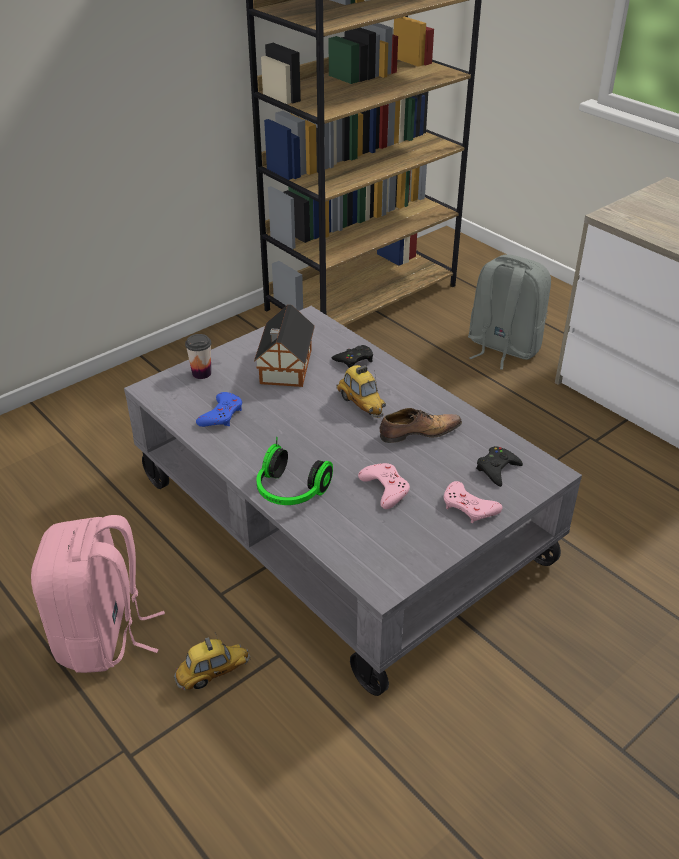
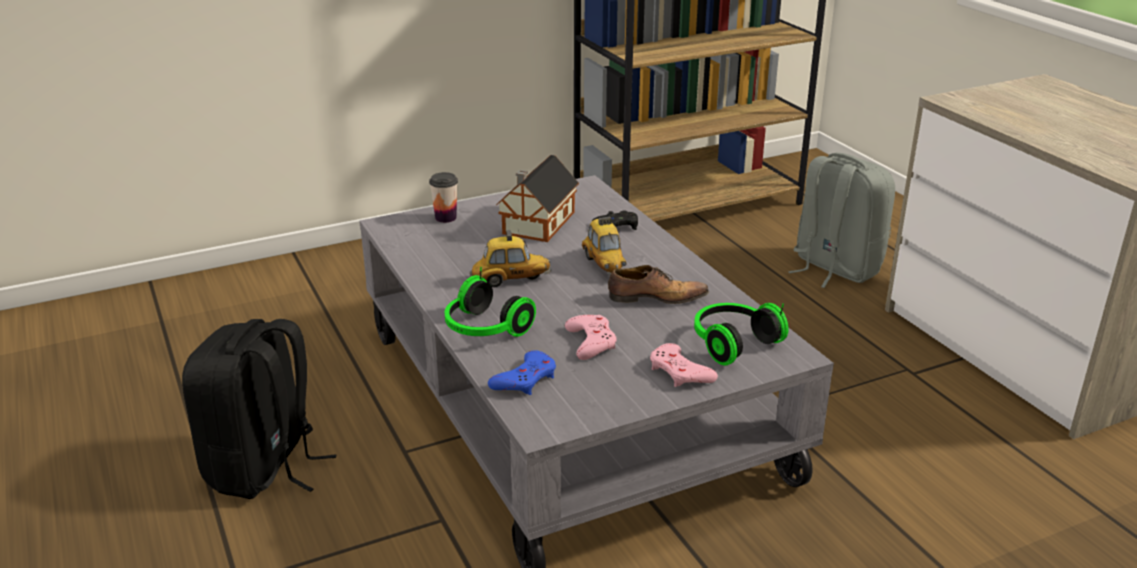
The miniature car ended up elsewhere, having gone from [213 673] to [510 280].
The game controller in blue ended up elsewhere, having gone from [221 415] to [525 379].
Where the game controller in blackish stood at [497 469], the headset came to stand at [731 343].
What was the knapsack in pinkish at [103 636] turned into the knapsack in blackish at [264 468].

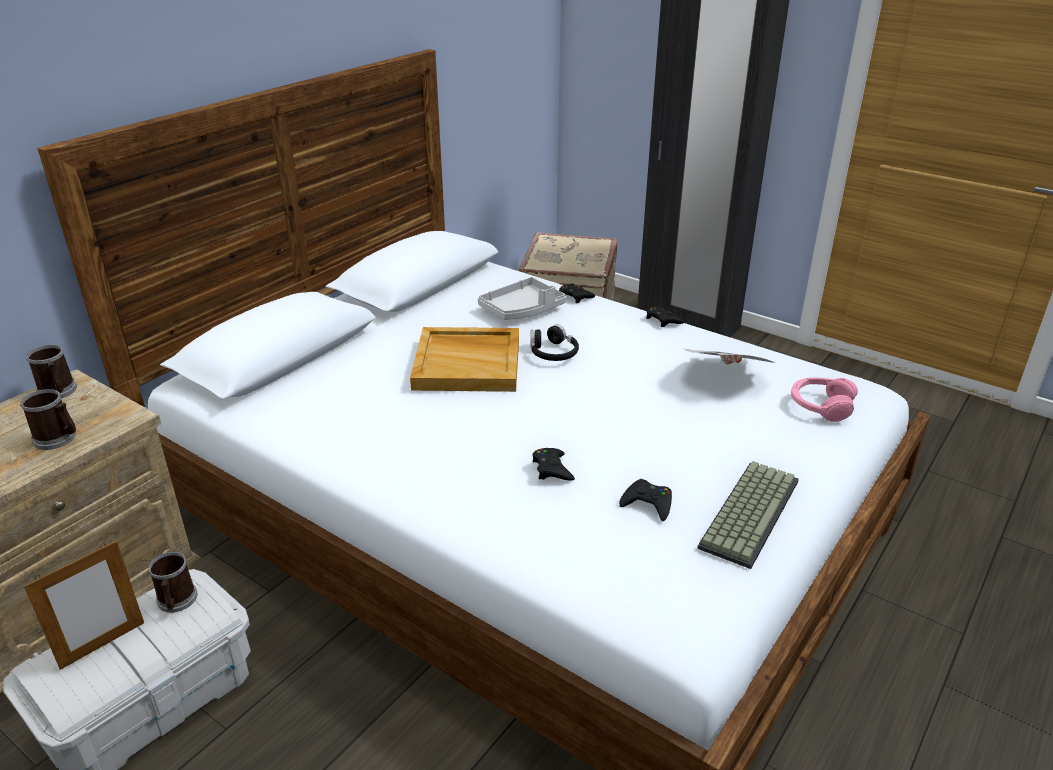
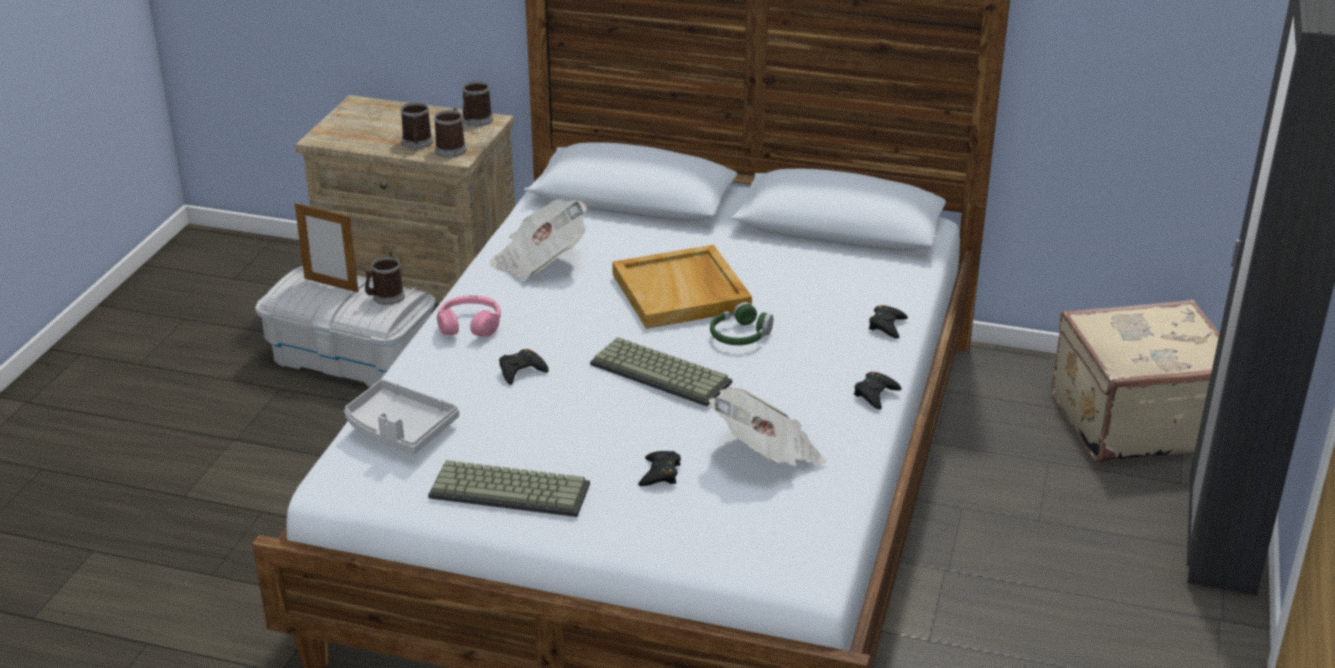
The second view gained the coffee mug at [452 148].
The second view gained the printed paper at [539 261].
The second view gained the PC keyboard at [663 373].
The serving tray in gray ended up elsewhere, having gone from [522 310] to [399 429].
The game controller in blackish ended up elsewhere, having gone from [648 504] to [660 473].
The headset in pinkish ended up elsewhere, having gone from [820 406] to [470 325].
What was the headset in blackish at [553 353] turned into the headset in green at [740 335].

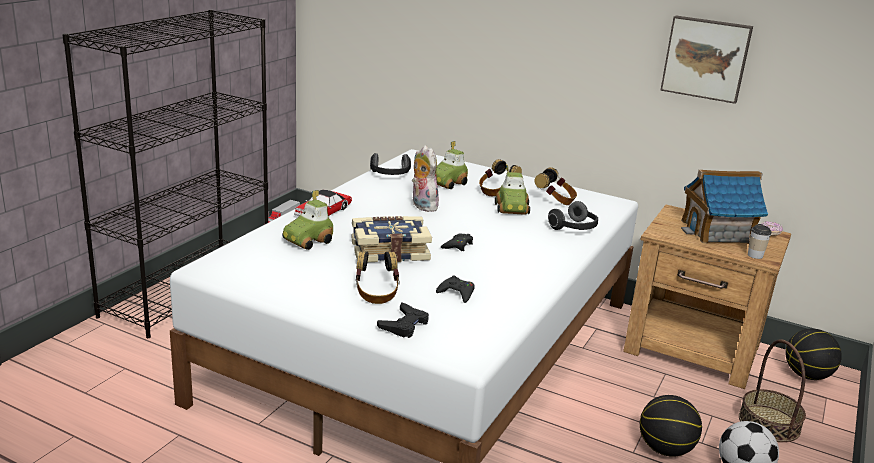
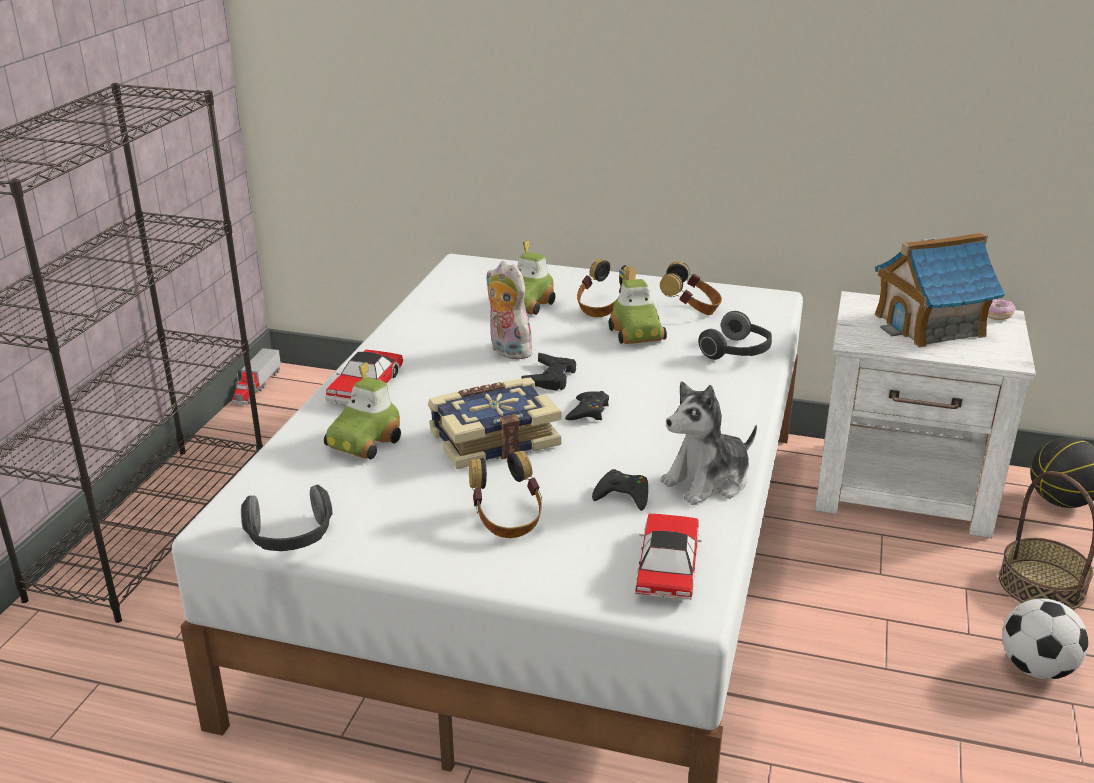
The second view lost the basketball ball at [665 449].
The second view lost the wall art at [706 58].
The second view lost the drinking cup at [755 255].
The second view gained the miniature car at [667 566].
The second view gained the cuddly toy at [707 481].
The headset ended up elsewhere, having gone from [390 175] to [290 539].
The game controller in blackish ended up elsewhere, having gone from [404 325] to [550 377].
What was the bedside table in brown at [693 349] turned into the bedside table in whitish at [905 489].

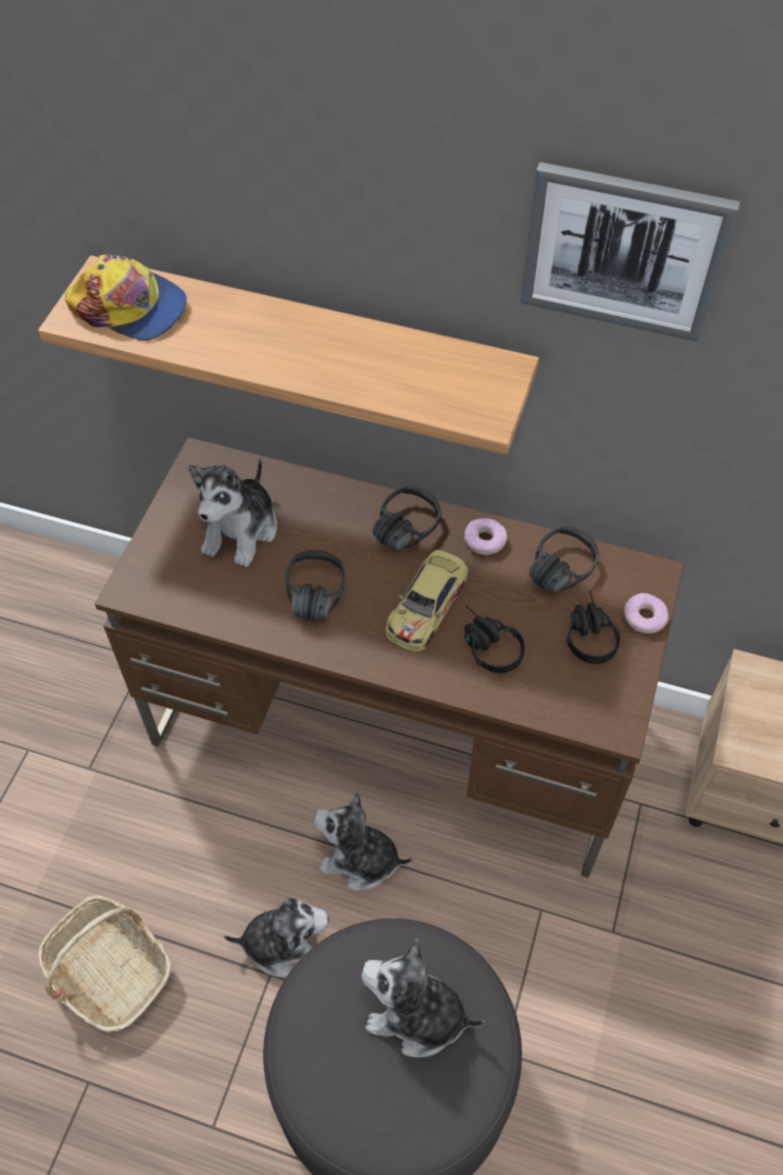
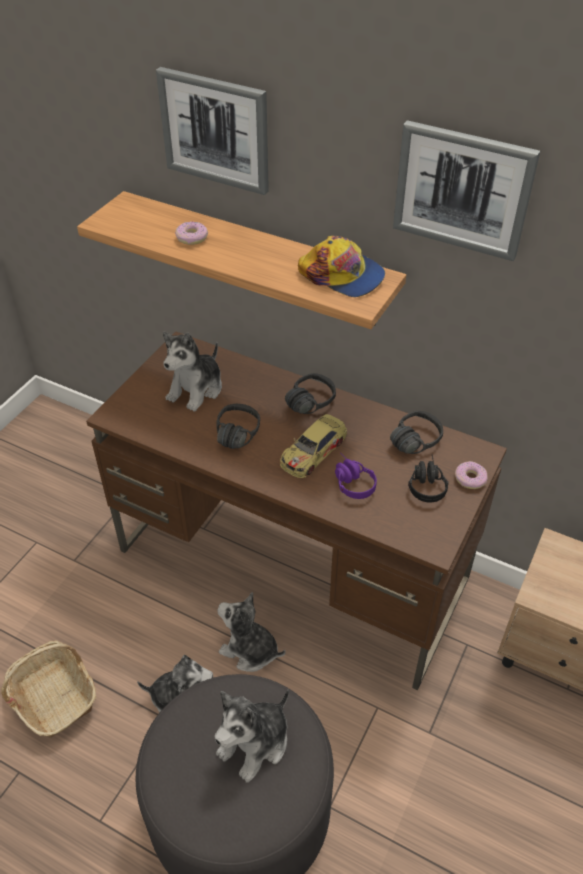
The second view gained the wall art at [215 130].
The peaked cap ended up elsewhere, having gone from [130 307] to [342 275].
The donut ended up elsewhere, having gone from [485 541] to [191 238].
What was the headset in blackish at [486 645] turned into the headset in purple-coloured at [350 481].
The cuddly toy at [416 1015] ended up facing another way, 75 degrees counterclockwise from before.

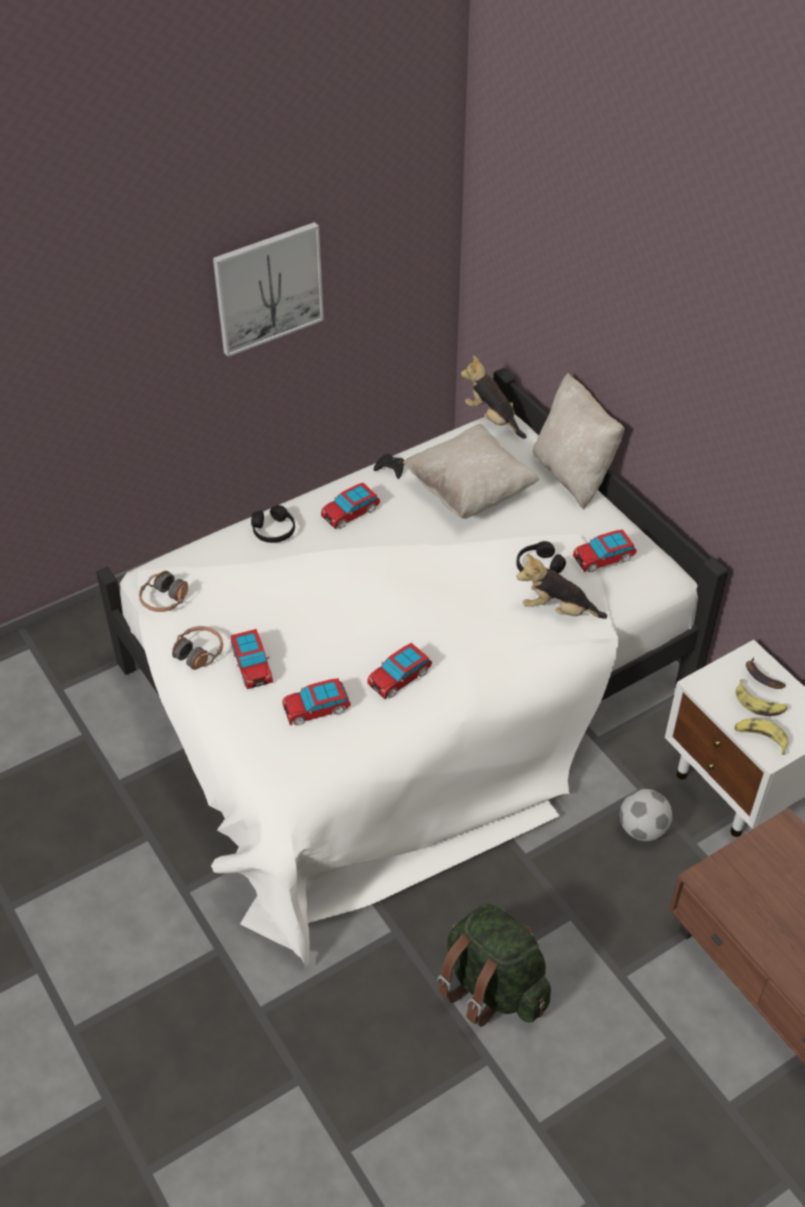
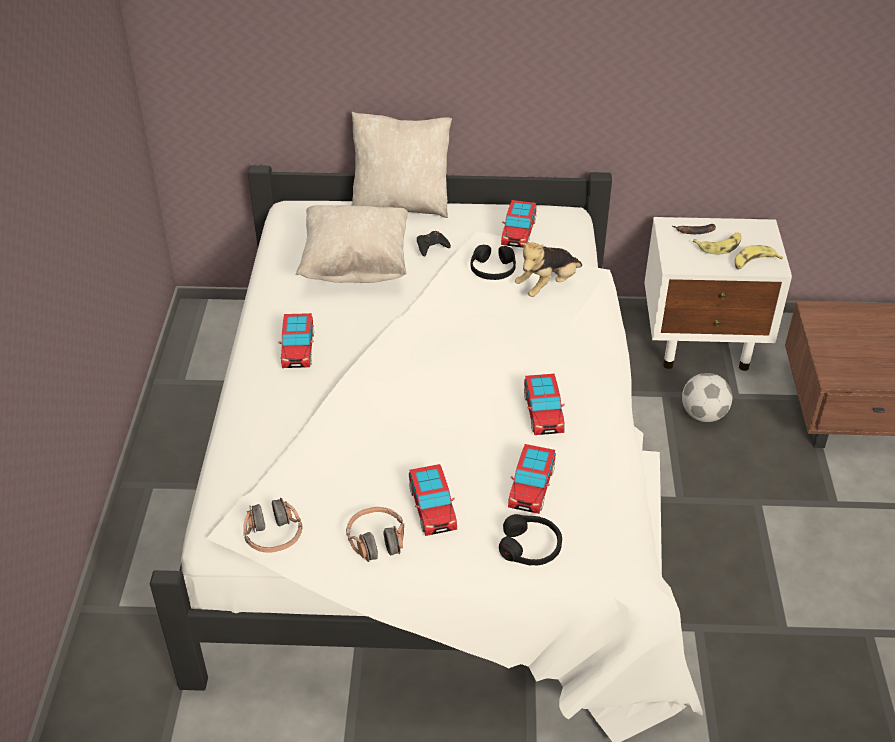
The second view lost the wall art at [268 288].
The second view lost the knapsack in green at [493 986].
The second view lost the cuddly toy at [492 419].
The headset in blackish ended up elsewhere, having gone from [274 531] to [530 547].
The game controller in blackish ended up elsewhere, having gone from [390 468] to [431 246].
The miniature car at [252 665] ended up facing another way, 60 degrees clockwise from before.

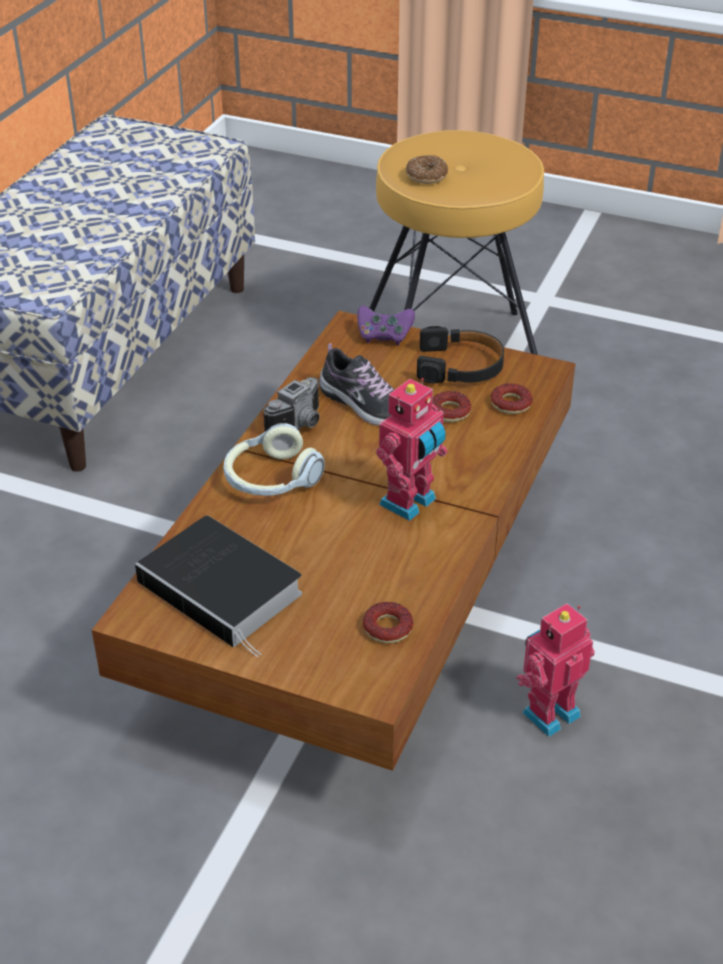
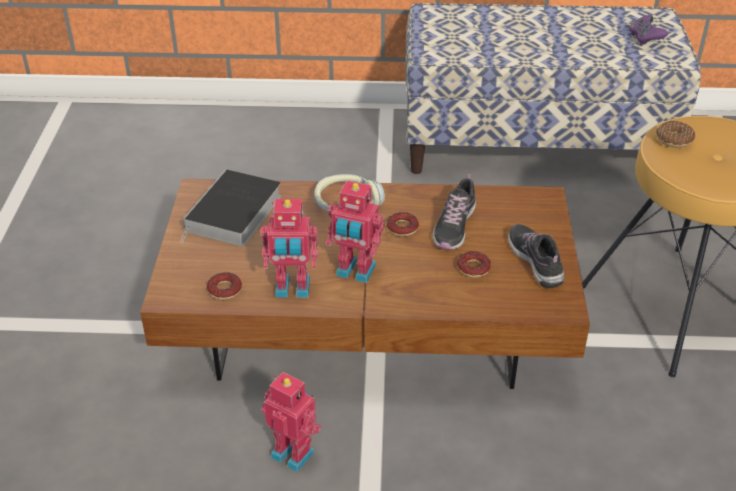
The second view lost the still camera at [300 425].
The second view gained the toy robot at [292 289].
The game controller in purple-coloured ended up elsewhere, having gone from [384 336] to [645 39].
The donut ended up elsewhere, having gone from [511 403] to [402 228].
Where the headset in blackish stood at [460 366], the item of footwear came to stand at [535 261].

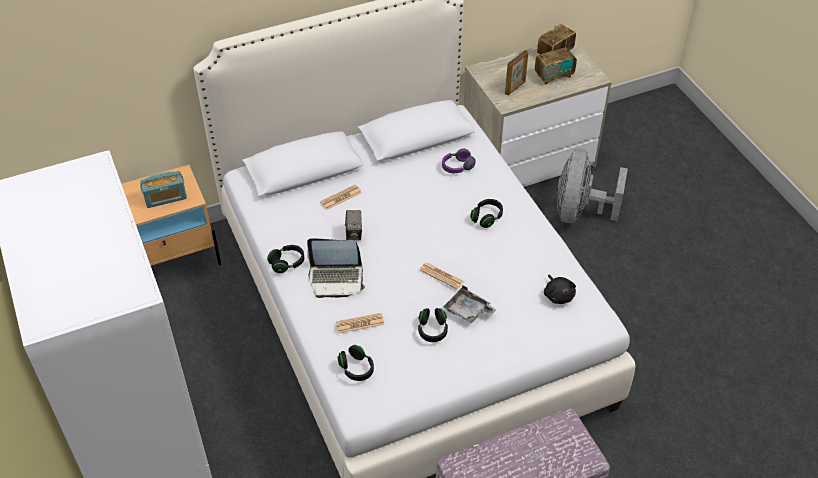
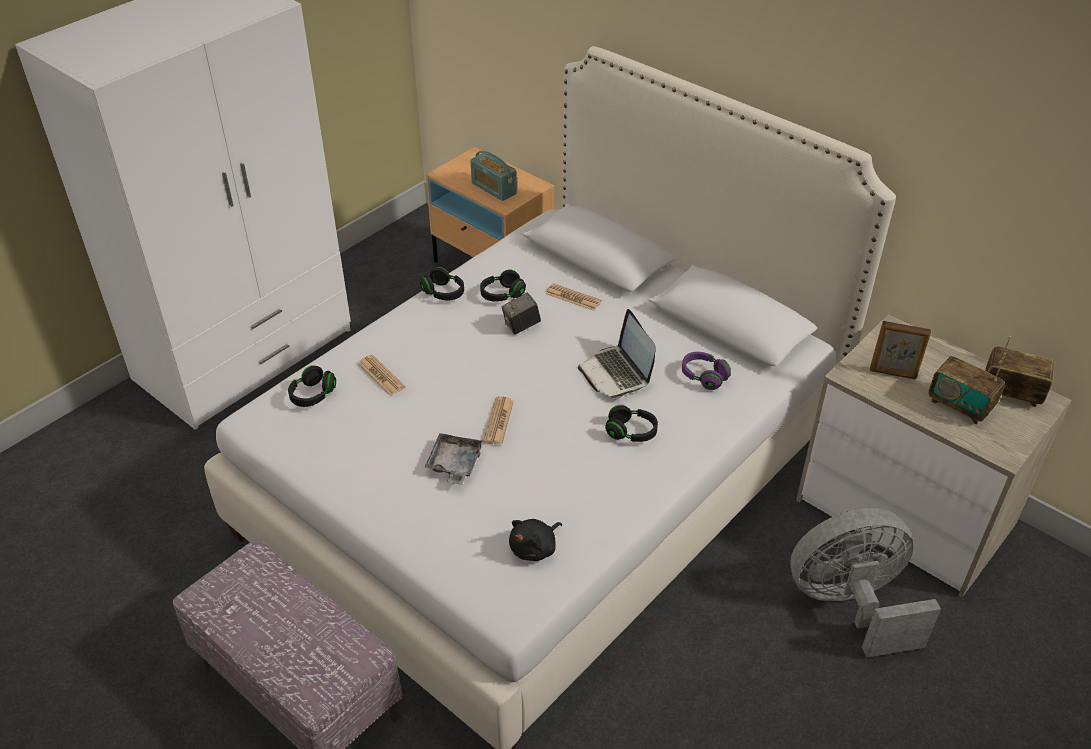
The portable computer ended up elsewhere, having gone from [336 279] to [616 373].
The headset in blackish ended up elsewhere, having gone from [432 330] to [502 295].

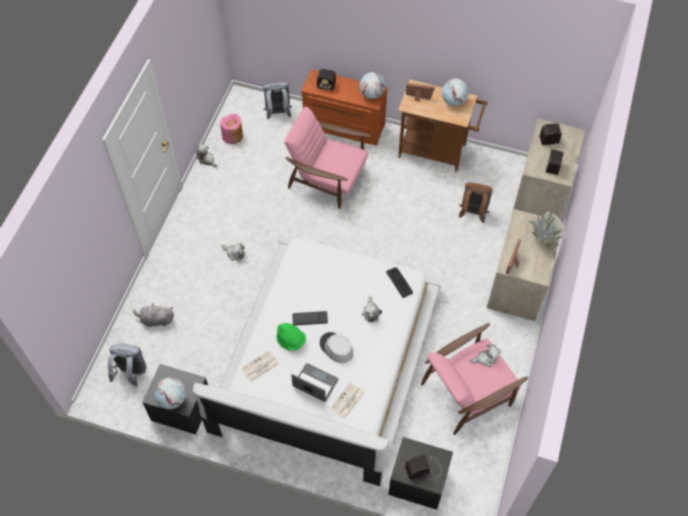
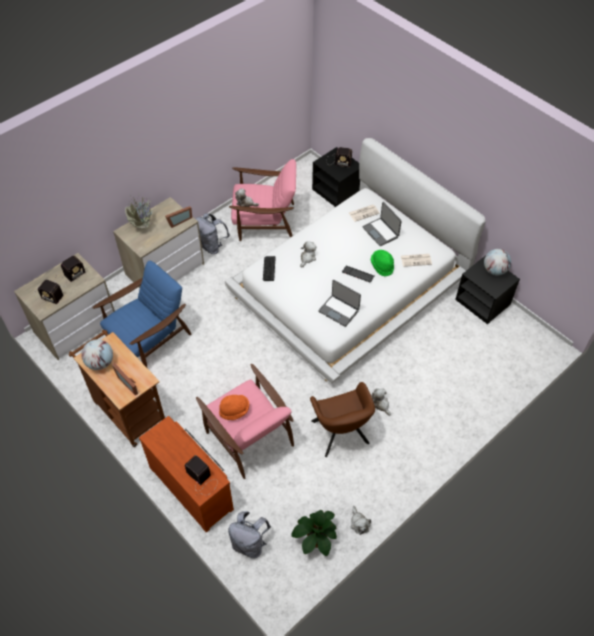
The second view lost the cuddly toy in gray at [156 320].
The second view lost the wearable hat in gray at [336 348].
The second view lost the world globe at [372 94].
The second view gained the wearable hat in orange at [234 410].
The second view gained the easy chair in brown at [341 435].
The second view gained the portable computer at [339 310].
The knapsack in gray ended up elsewhere, having gone from [131 373] to [212 246].
Where the vase in pinkish stood at [233 136], the potted plant came to stand at [315 540].
Where the knapsack in brown stood at [472 213], the easy chair in blue came to stand at [148 337].

